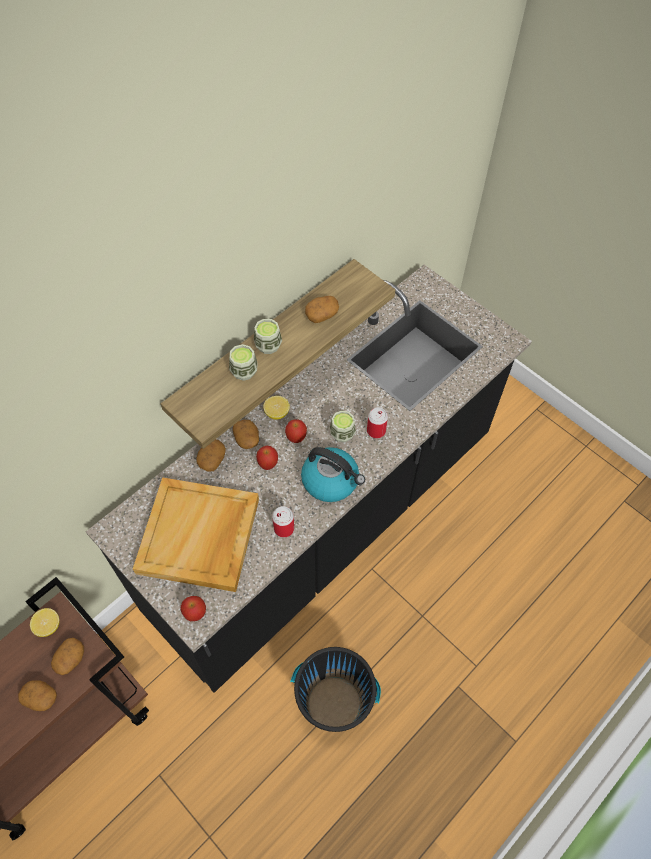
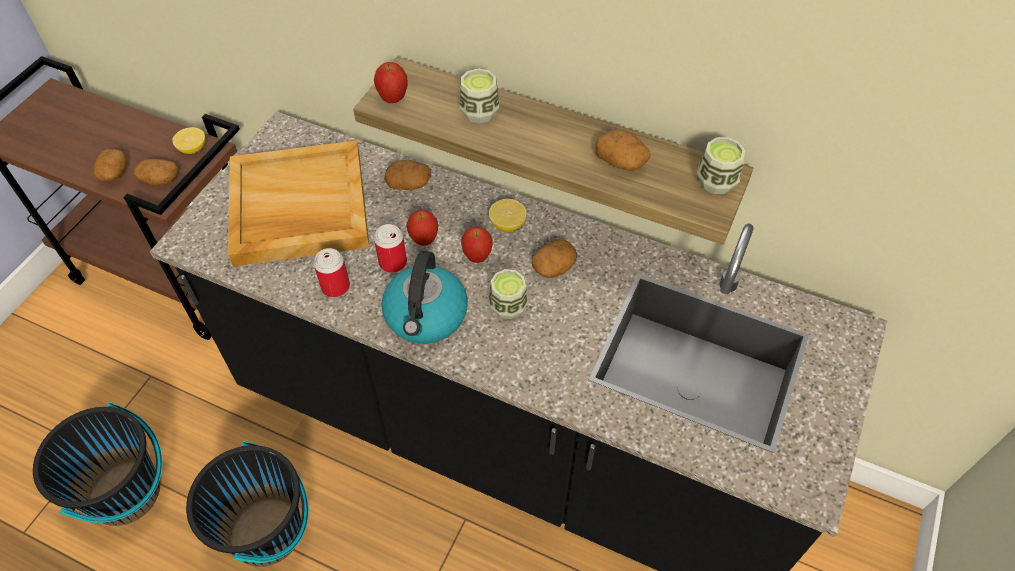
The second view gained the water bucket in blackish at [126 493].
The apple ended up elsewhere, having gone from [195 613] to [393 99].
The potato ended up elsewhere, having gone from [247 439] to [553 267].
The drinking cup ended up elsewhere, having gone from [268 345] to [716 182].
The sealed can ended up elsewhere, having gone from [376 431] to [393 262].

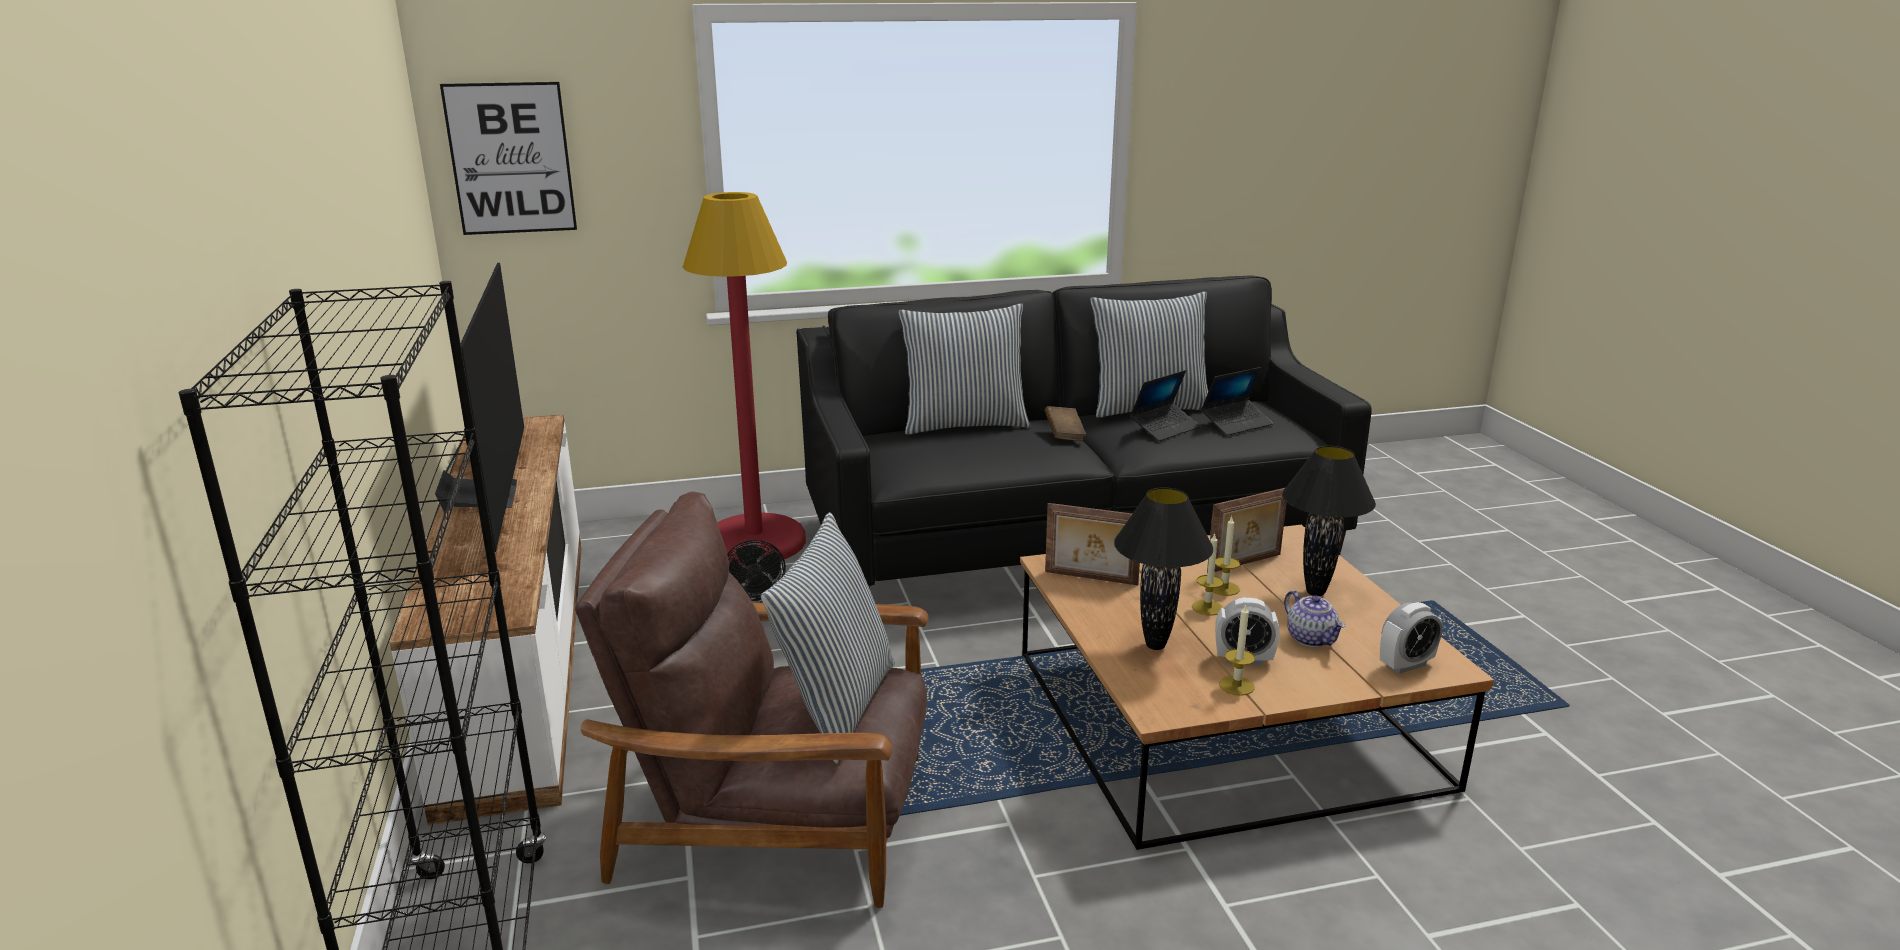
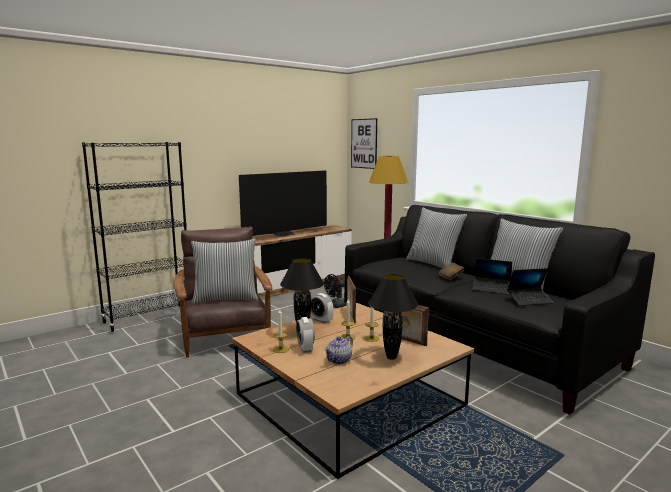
The table clock ended up elsewhere, having gone from [1406 665] to [321 320].
The portable computer at [1236 424] ended up facing another way, 45 degrees counterclockwise from before.

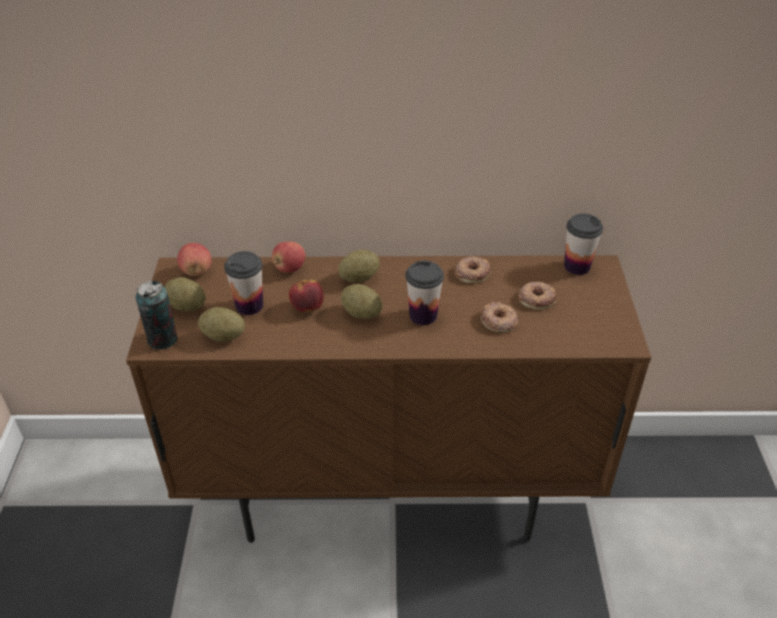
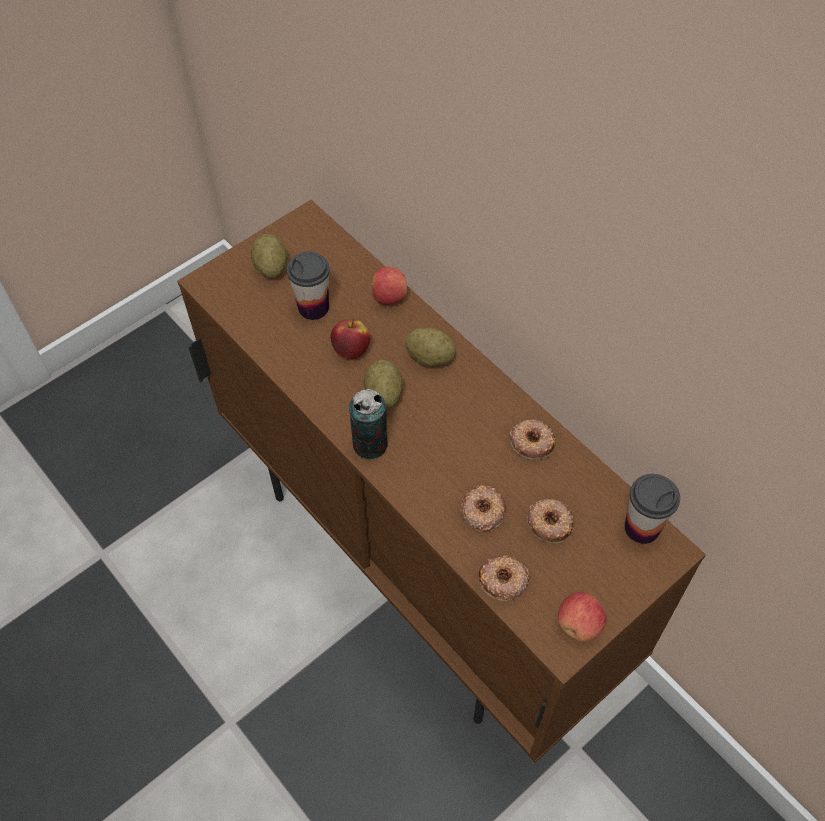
The second view lost the potato at [223 336].
The second view lost the drinking cup at [423 315].
The second view gained the donut at [503 580].
The sealed can ended up elsewhere, having gone from [162 339] to [370 444].
The apple ended up elsewhere, having gone from [196 271] to [579 624].

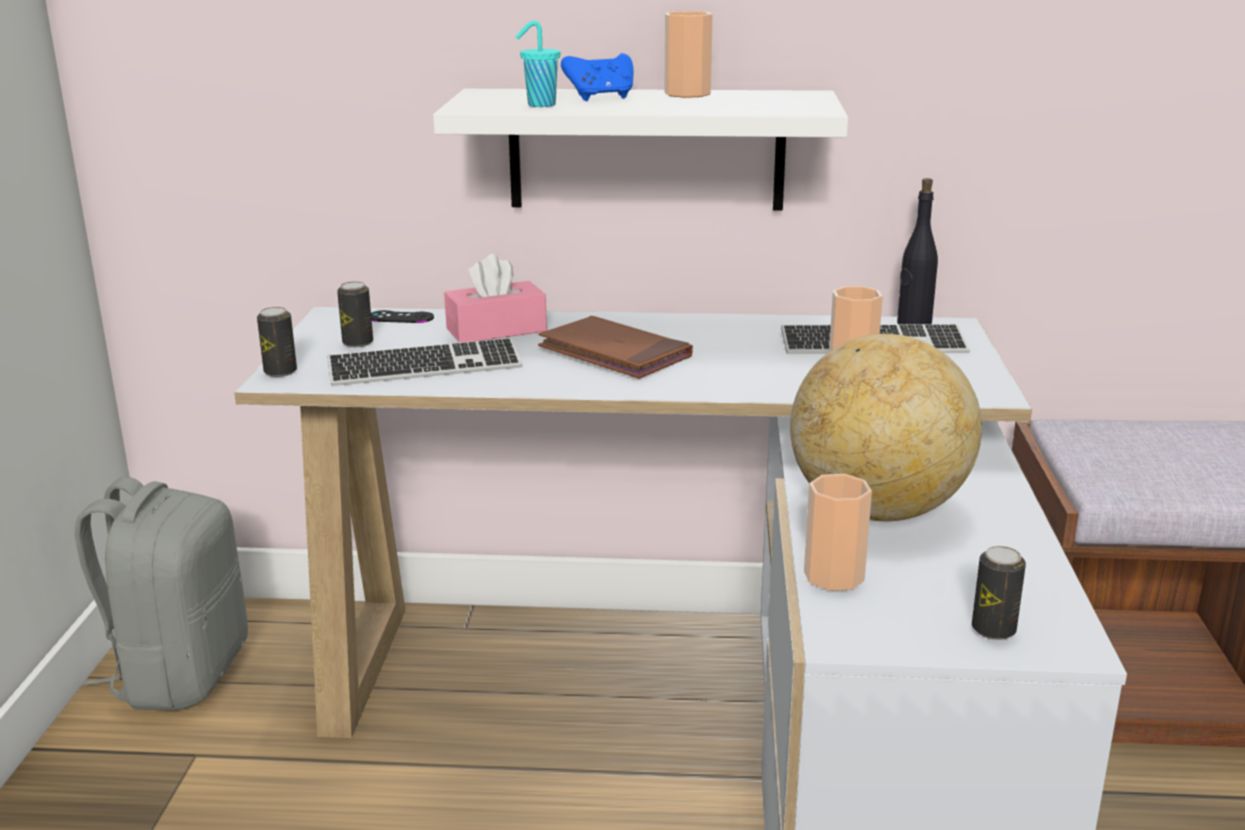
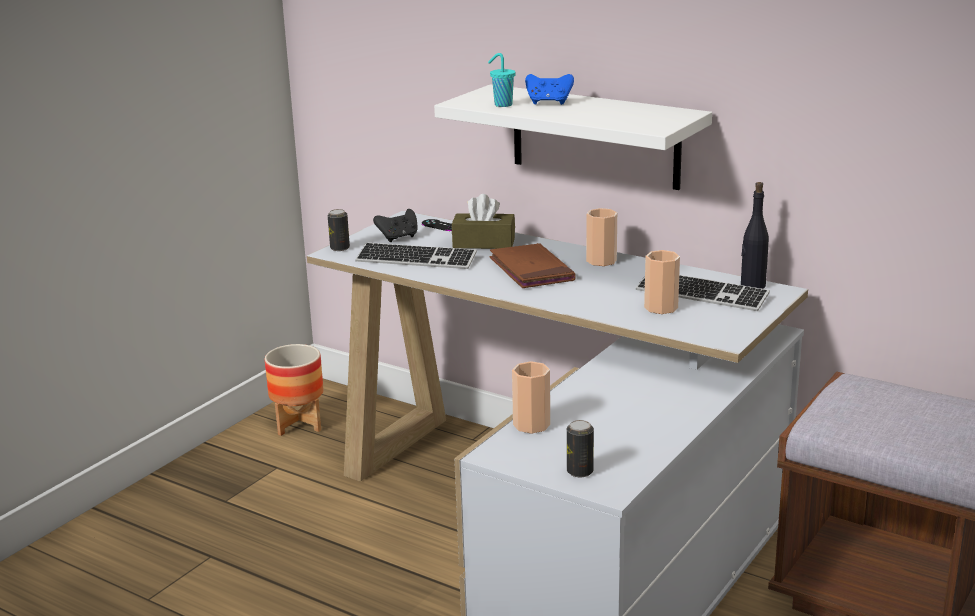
The second view lost the world globe at [877 511].
The drinking cup ended up elsewhere, having gone from [687 94] to [601 261].
Where the knapsack in gray stood at [180 674], the planter came to stand at [299 423].
Where the sealed can stood at [358 343], the game controller in blackish came to stand at [398 238].
What was the tissue holder in pinkish at [496 330] turned into the tissue holder in brown at [483 243].

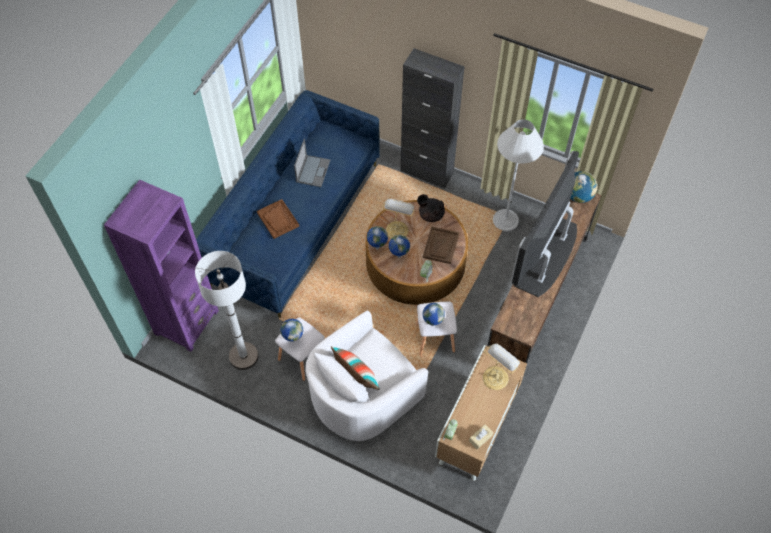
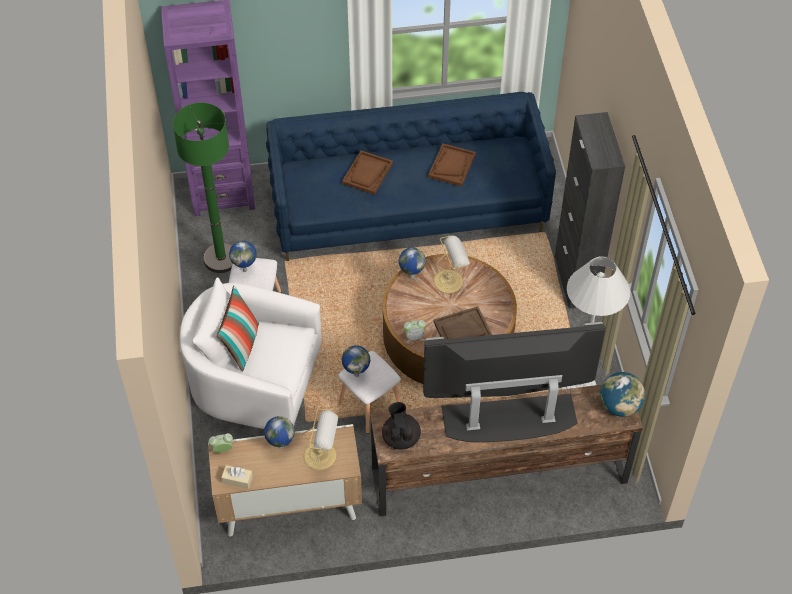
The world globe ended up elsewhere, having gone from [398 256] to [280 446].
The teapot in blackish ended up elsewhere, having gone from [430 215] to [401 437].
Where the portable computer stood at [313 170], the serving tray in brown came to stand at [452 166].
What was the standing lamp in whitish at [243 356] turned into the standing lamp in green at [221 259].

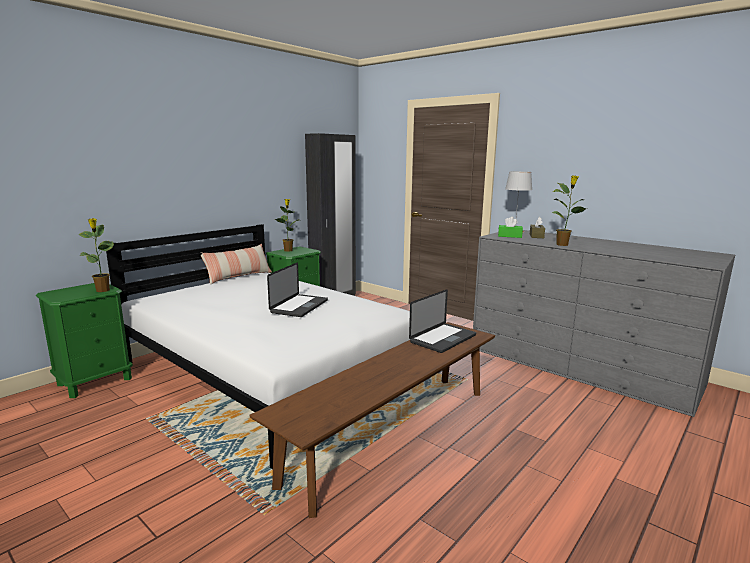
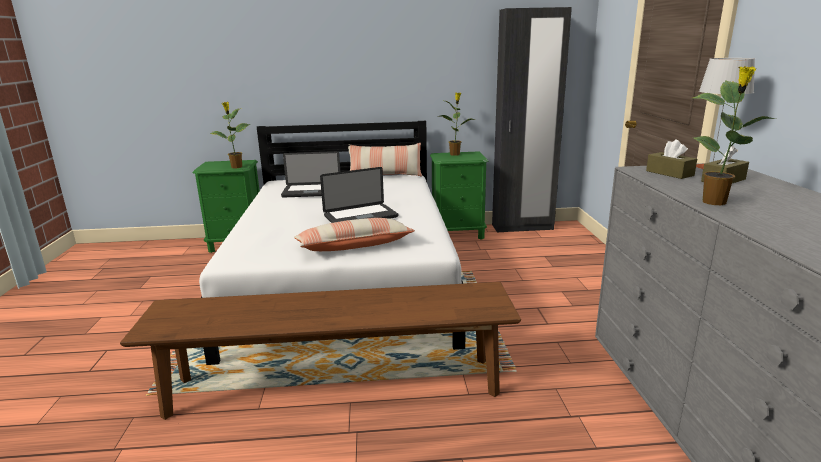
The second view gained the pillow at [354 246].
The portable computer ended up elsewhere, having gone from [443 339] to [312 192].
What was the tissue holder in green at [509 236] turned into the tissue holder in brown at [669 173].

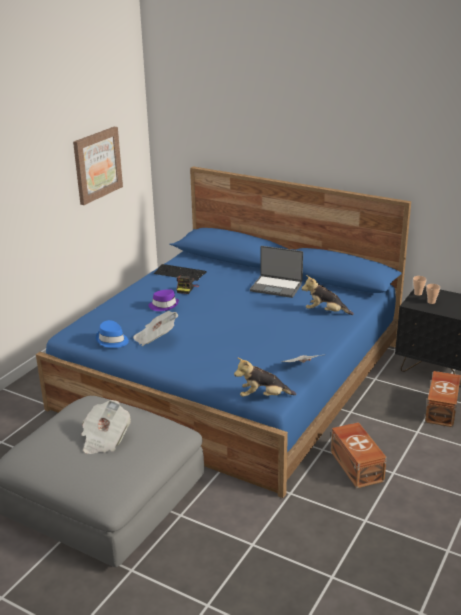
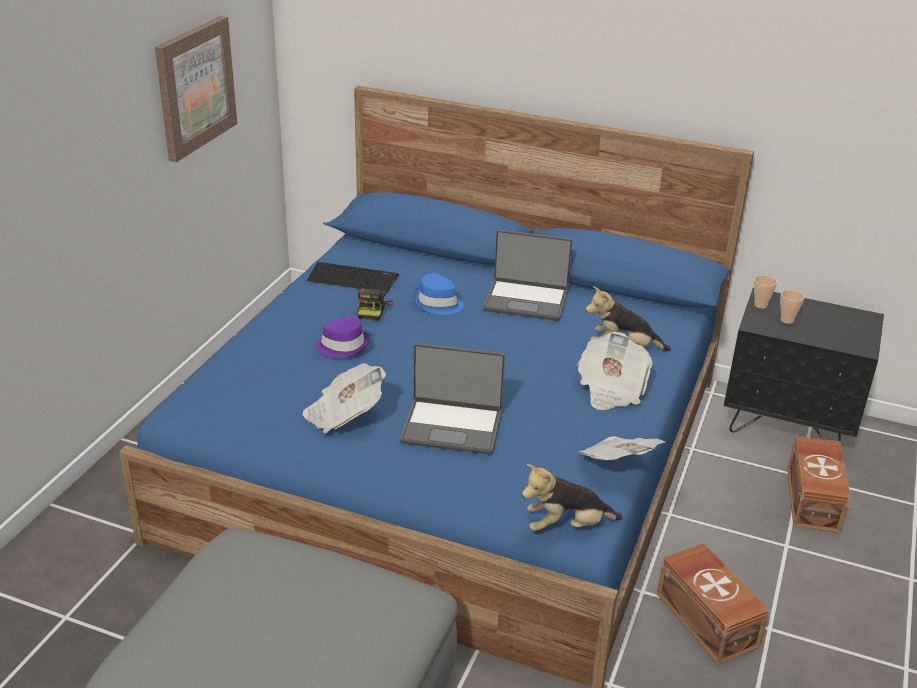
The second view gained the portable computer at [452 427].
The printed paper ended up elsewhere, having gone from [105 439] to [611 389].
The wearable hat in blue ended up elsewhere, having gone from [112 340] to [437 303].

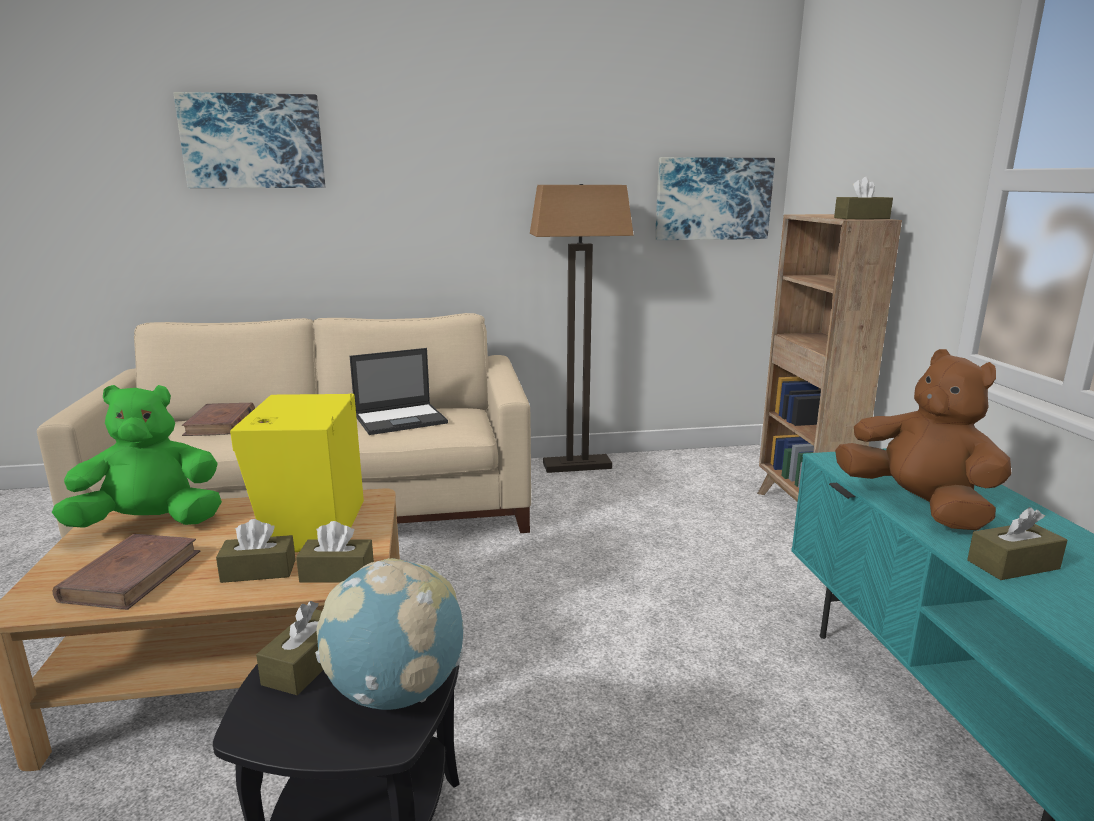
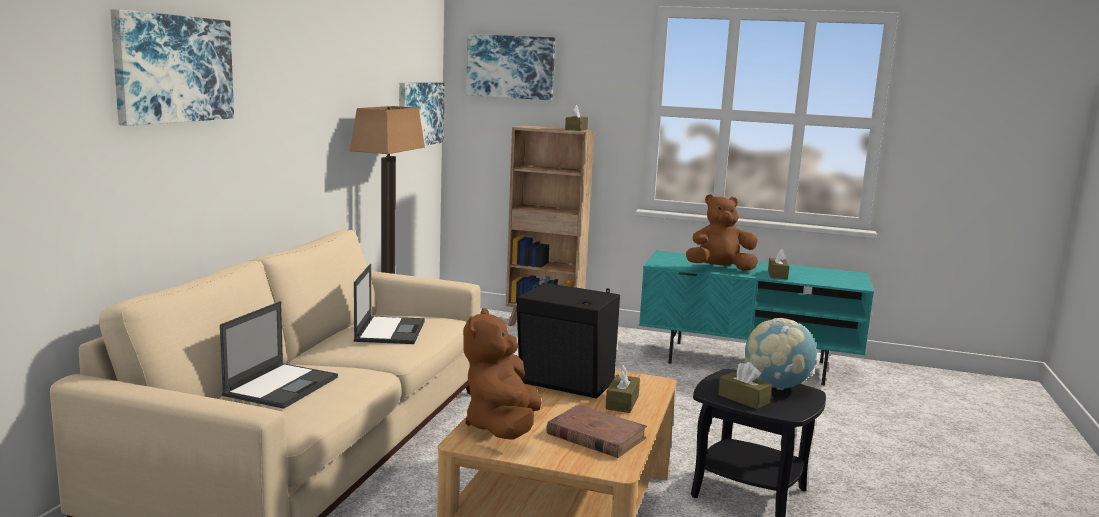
The second view lost the tissue holder in brown at [337 573].
The second view gained the wall art at [510 67].
Where the book in brown stood at [220 424], the portable computer came to stand at [282 385].
What was the cuddly toy in green at [151 523] turned into the cuddly toy in brown at [502 428].
What was the loudspeaker in yellow-coloured at [311 526] turned into the loudspeaker in blackish at [566 384].

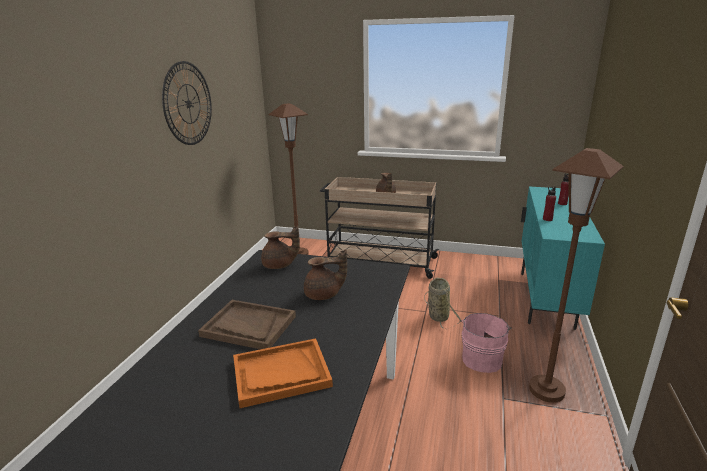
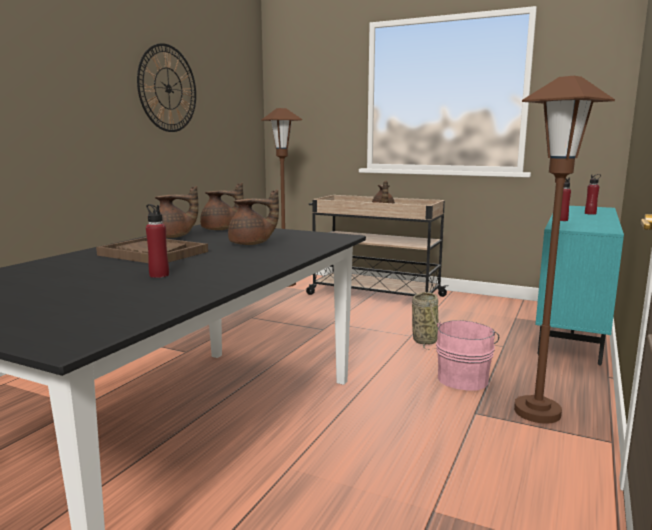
The second view gained the teapot in brown at [173 237].
Where the serving tray in orange stood at [281 374], the beverage bottle in red came to stand at [159 275].

